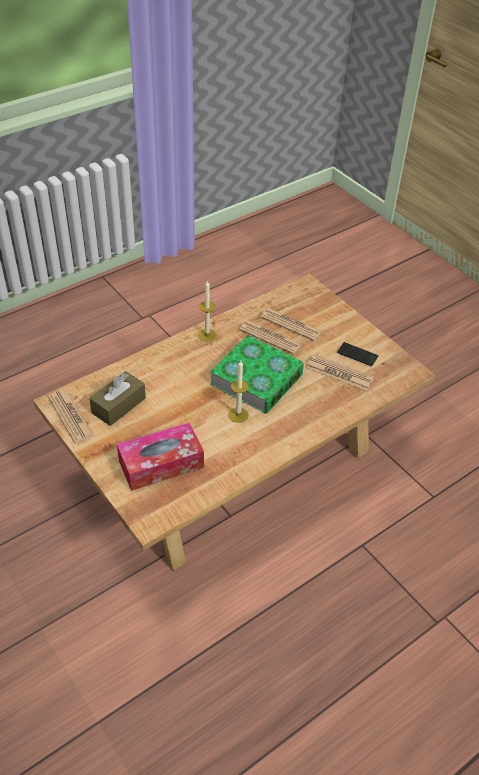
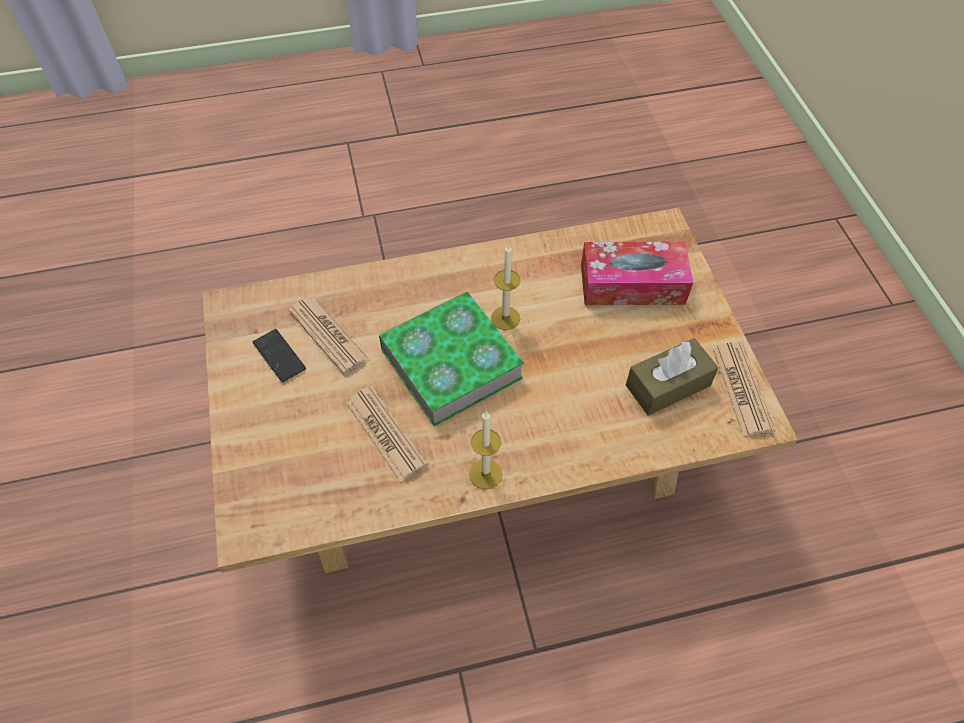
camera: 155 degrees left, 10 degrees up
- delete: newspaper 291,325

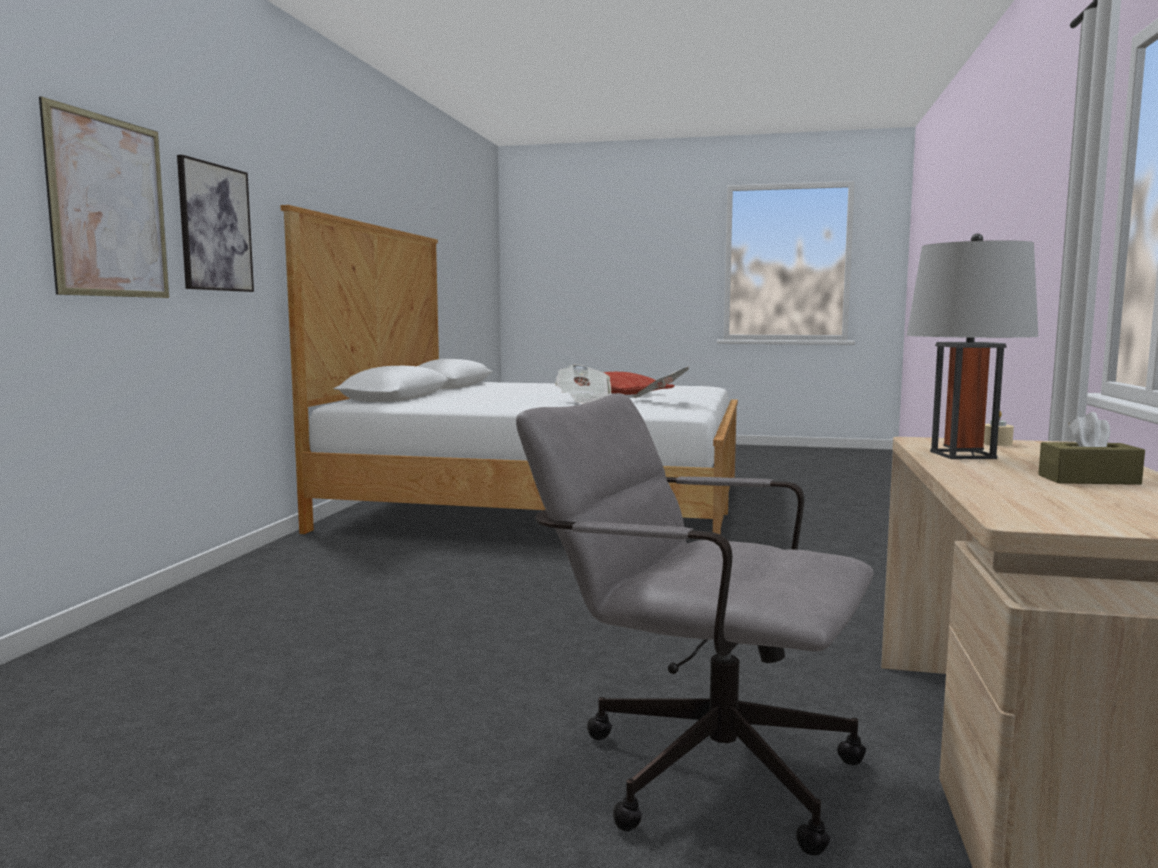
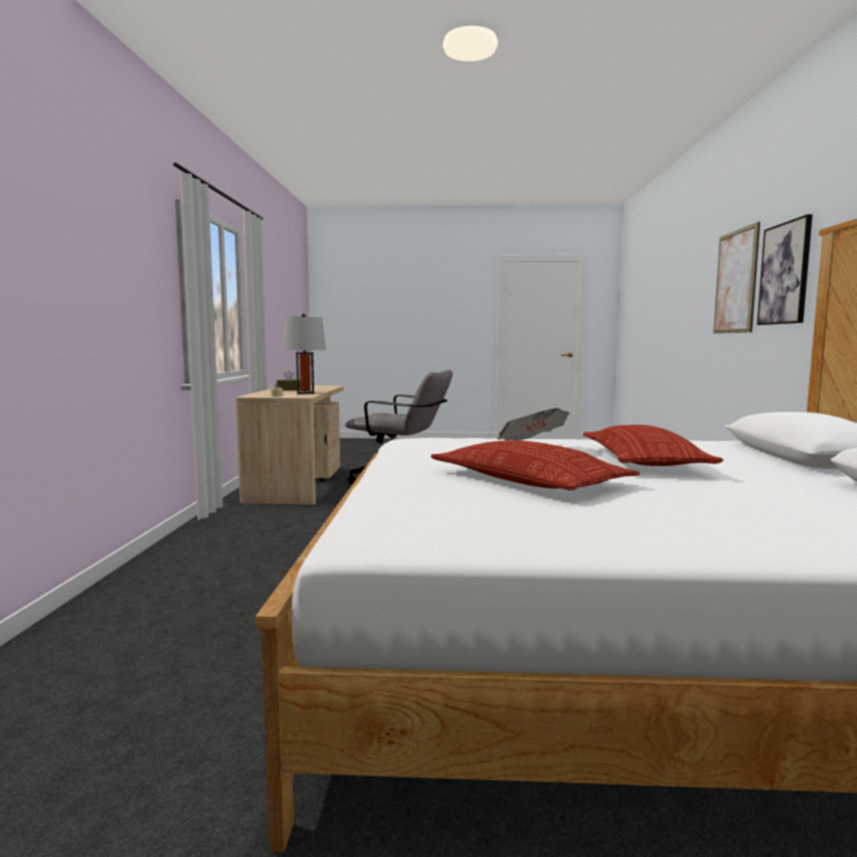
camera: 170 degrees right, 0 degrees up
- delete: newspaper 659,399
- insert: pillow 643,460

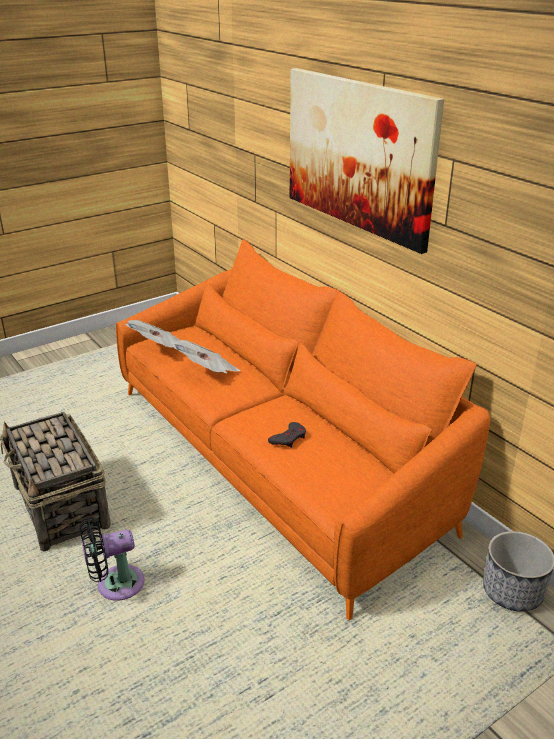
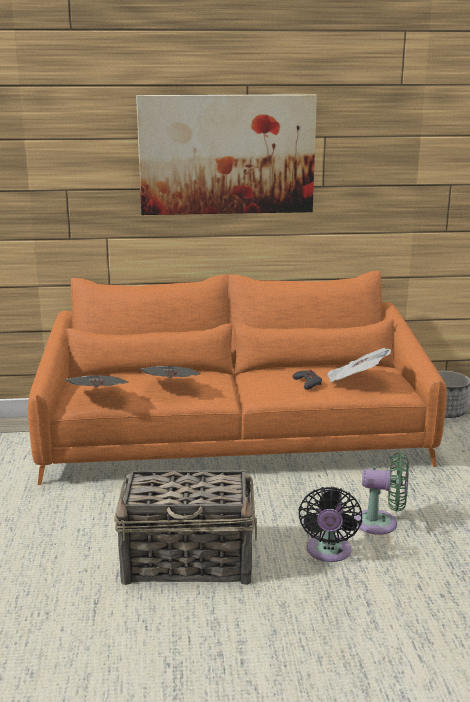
camera: 60 degrees left, 10 degrees down
- insert: newspaper 355,380
- insert: green fan 381,524

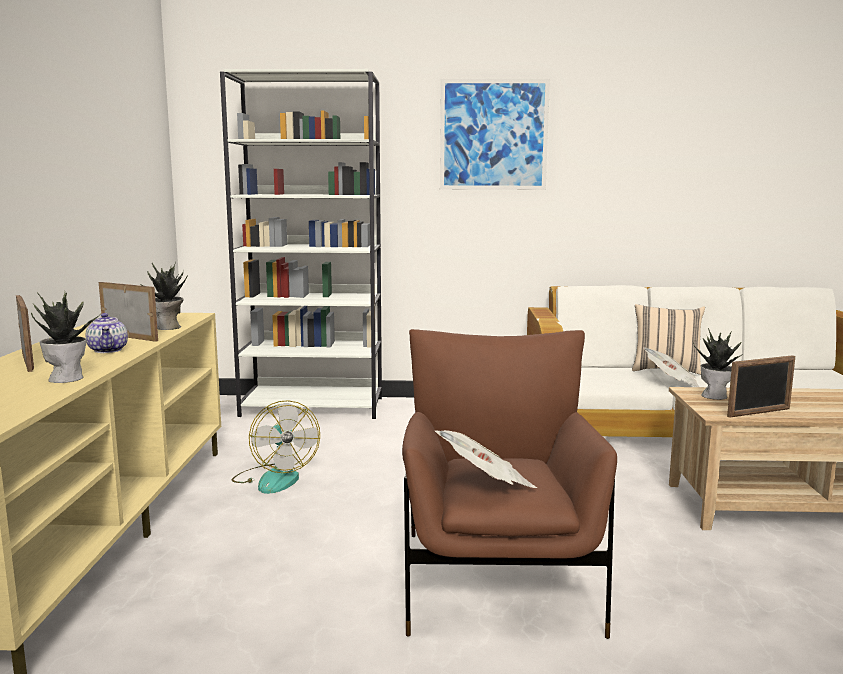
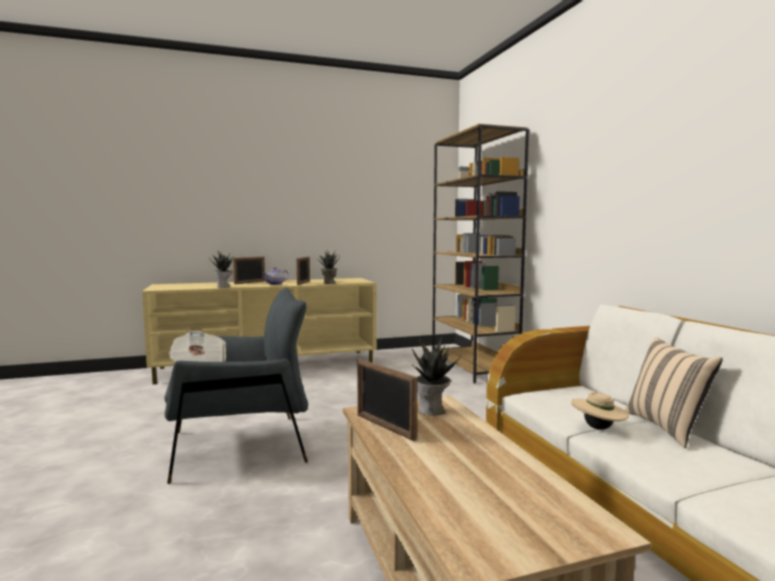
camera: 70 degrees right, 5 degrees down
- recolor: white bookcase 313,407 to brown bookcase 473,367
- delete: fan 275,478
- recolor: brown armchair 498,579 to grey armchair 240,446
- delete: picture 493,135
- replace: newspaper 671,382 to beige hat 598,428

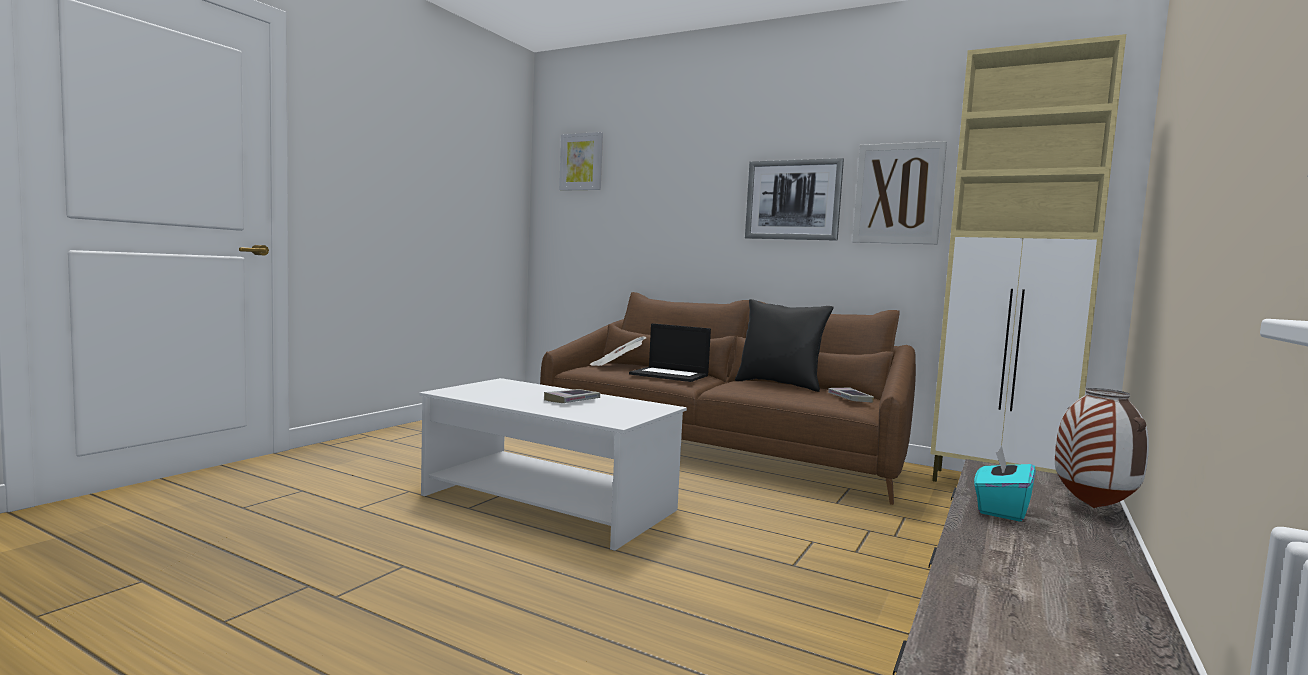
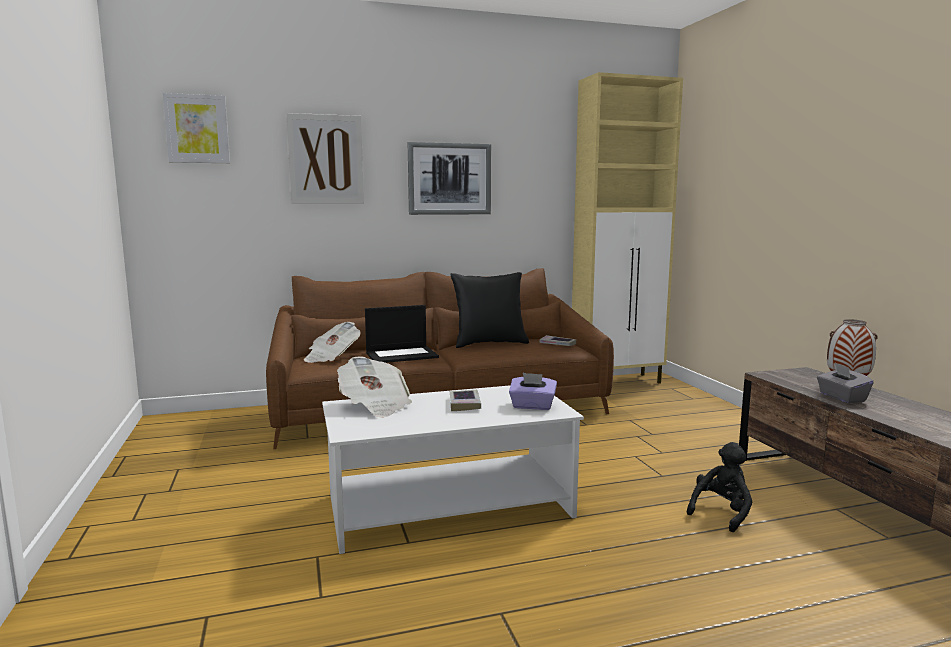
camera: 45 degrees left, 5 degrees up
- move: picture 898,193 to 326,159
- recolor: turquoise tissue box 1001,509 to grey tissue box 841,398
- insert: newspaper 375,406
- insert: purple tissue box 532,406
- insert: black plush toy 721,512

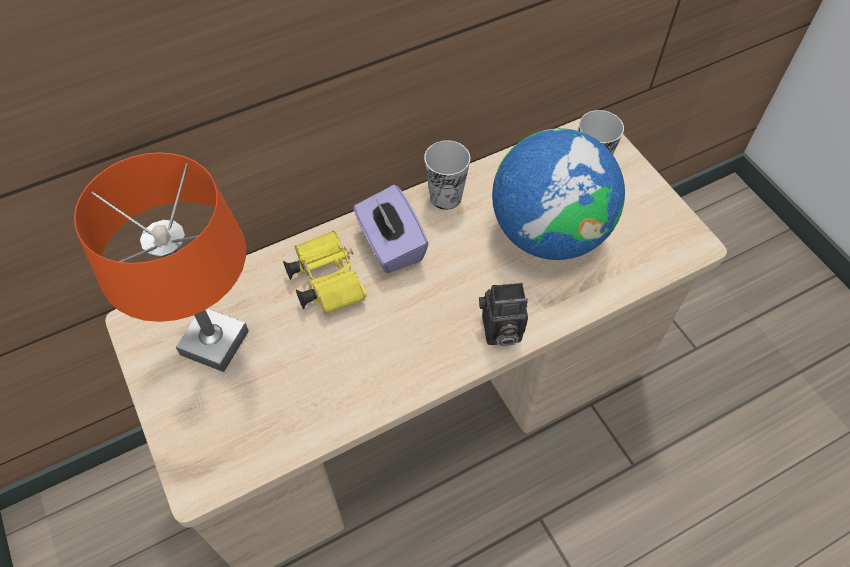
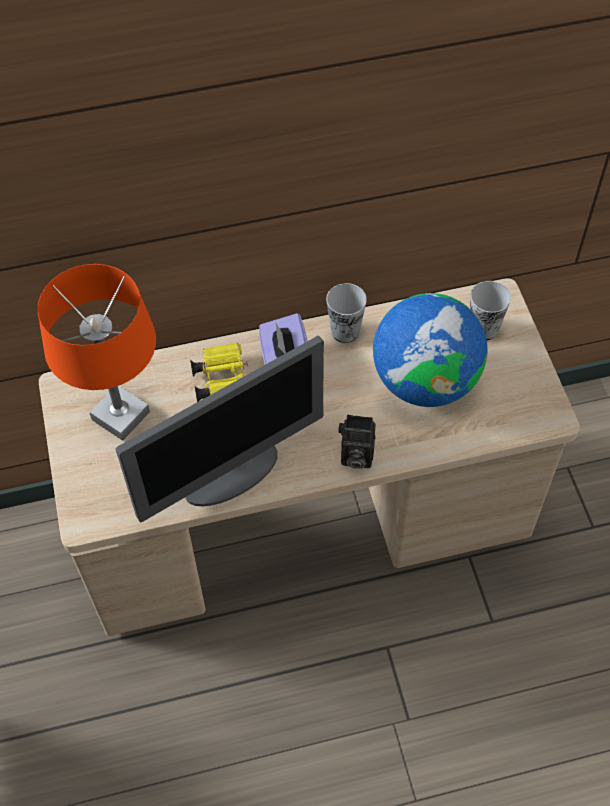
camera: 15 degrees right, 0 degrees up
- insert: monitor 232,474

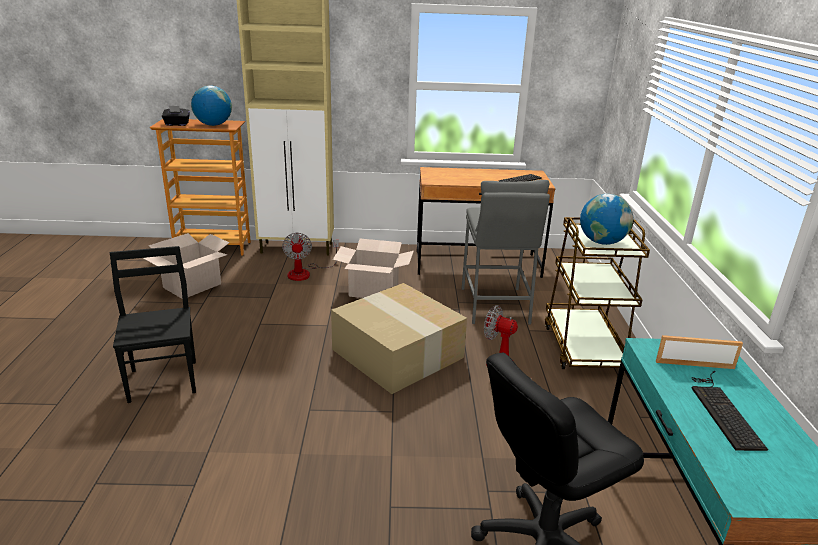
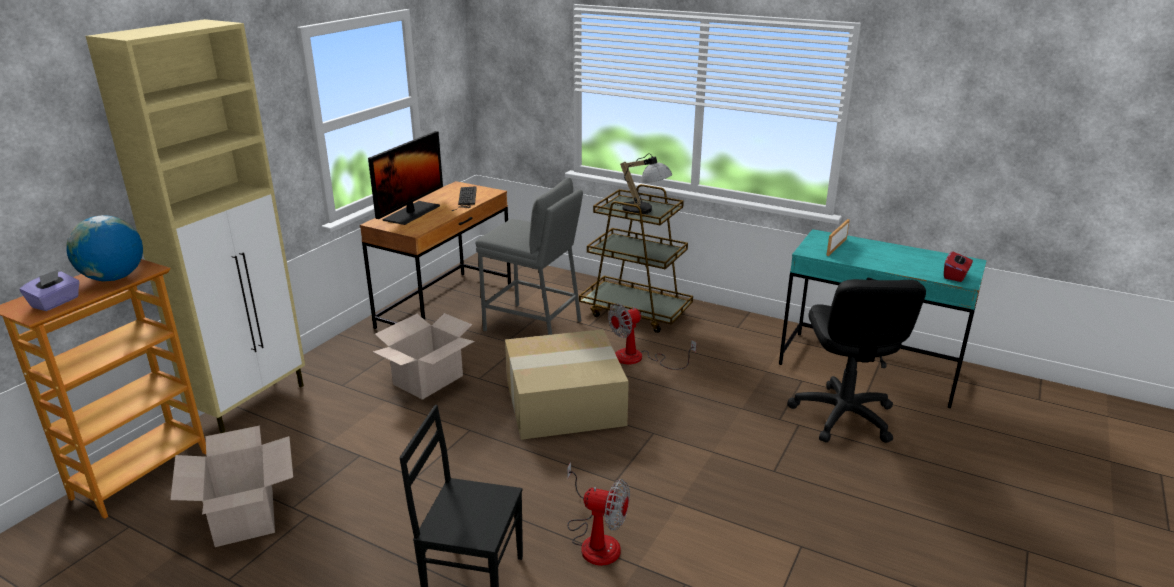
camera: 60 degrees left, 0 degrees up
- recolor: black tissue box 177,124 to purple tissue box 56,303
- move: fan 305,273 to 595,540
- replace: globe 602,242 to table lamp 644,211
- delete: keyboard 722,409
- insert: monitor 412,213
- insert: red tissue box 955,276

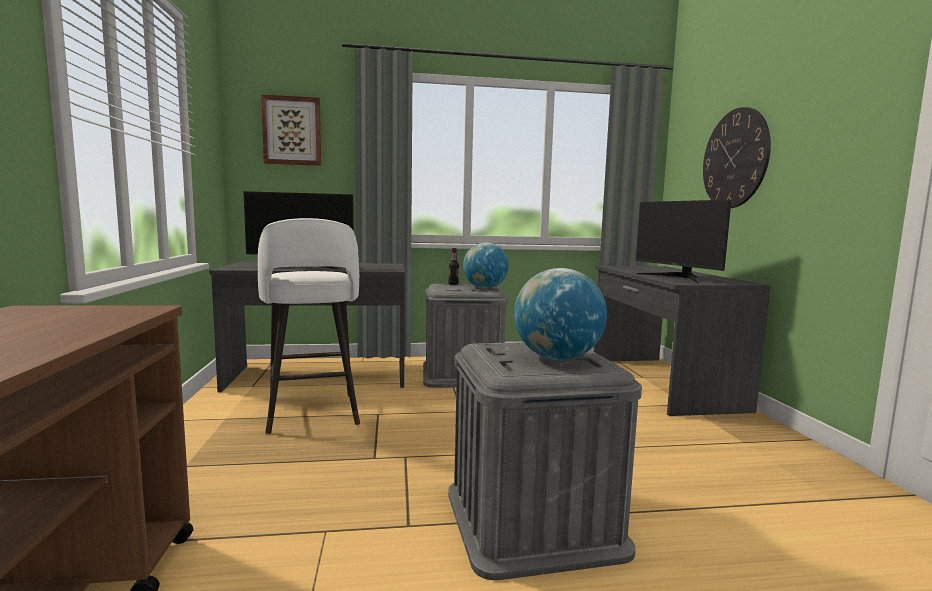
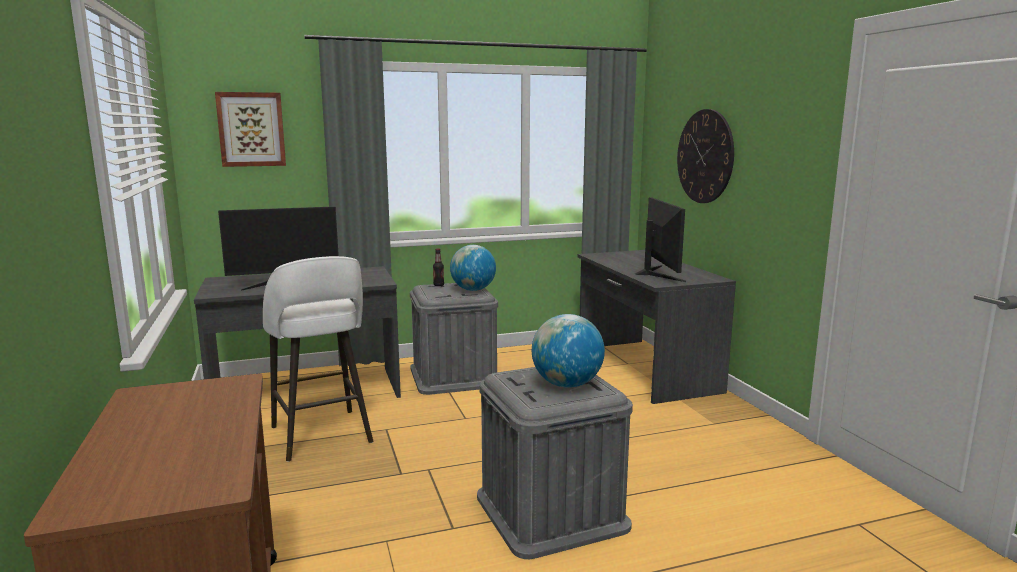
camera: 10 degrees left, 5 degrees up
- rotate: monitor 678,277 = 657,273 150 degrees counterclockwise

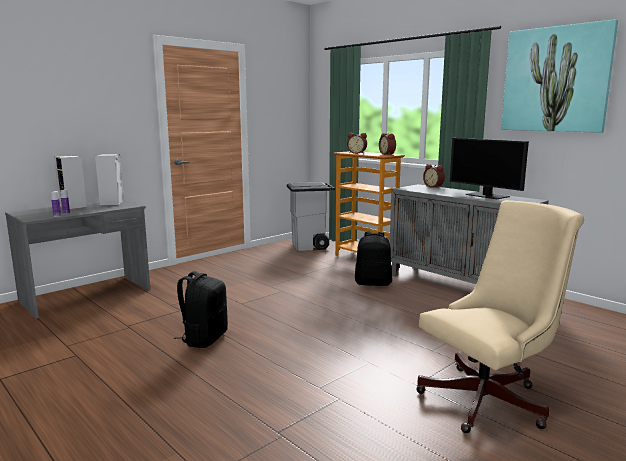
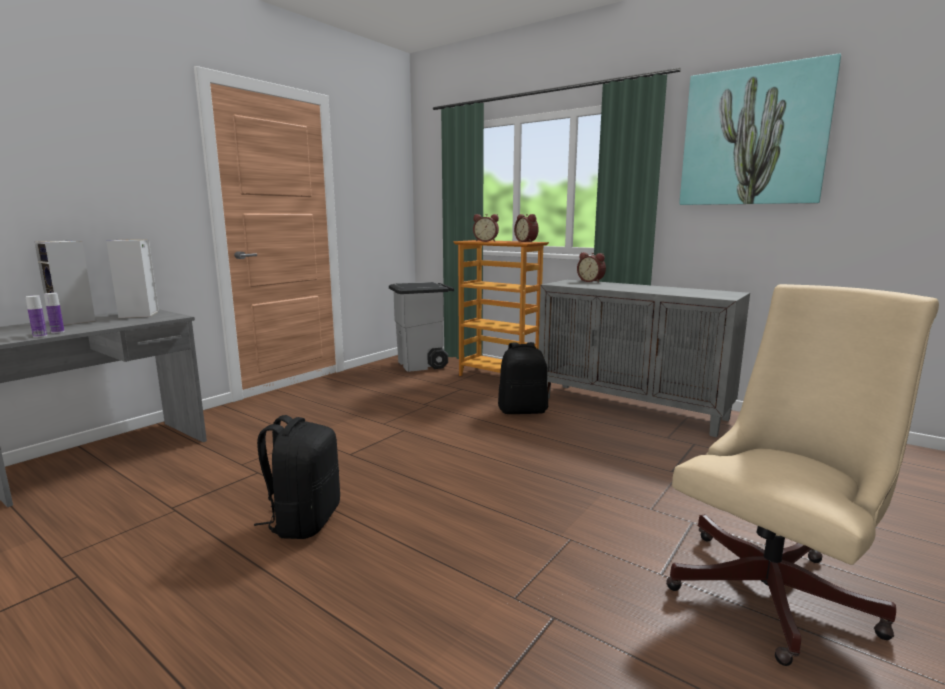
camera: 10 degrees left, 0 degrees up
- delete: monitor 487,196

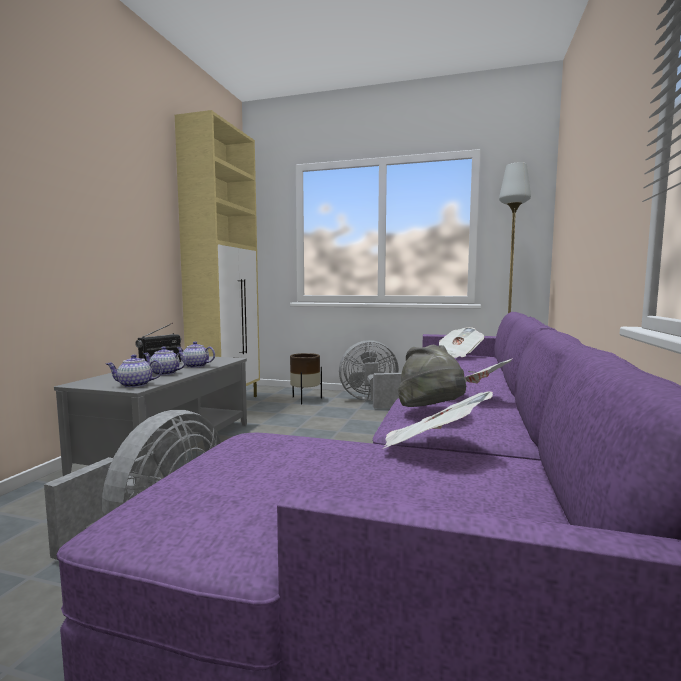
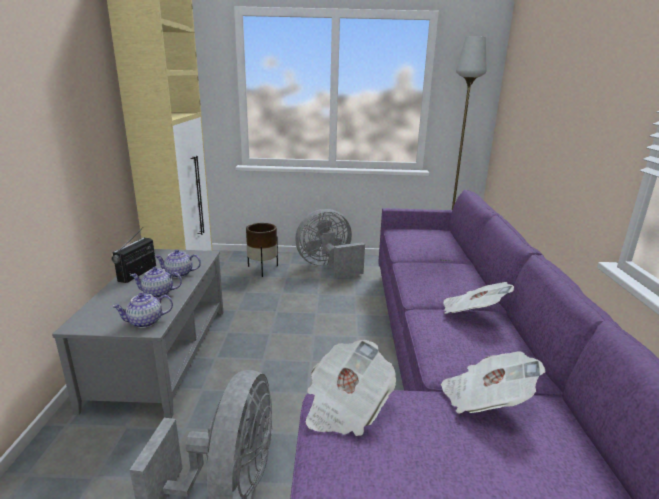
camera: 15 degrees left, 15 degrees up
- delete: grey hat 432,412
- move: newspaper 457,356 to 345,407

